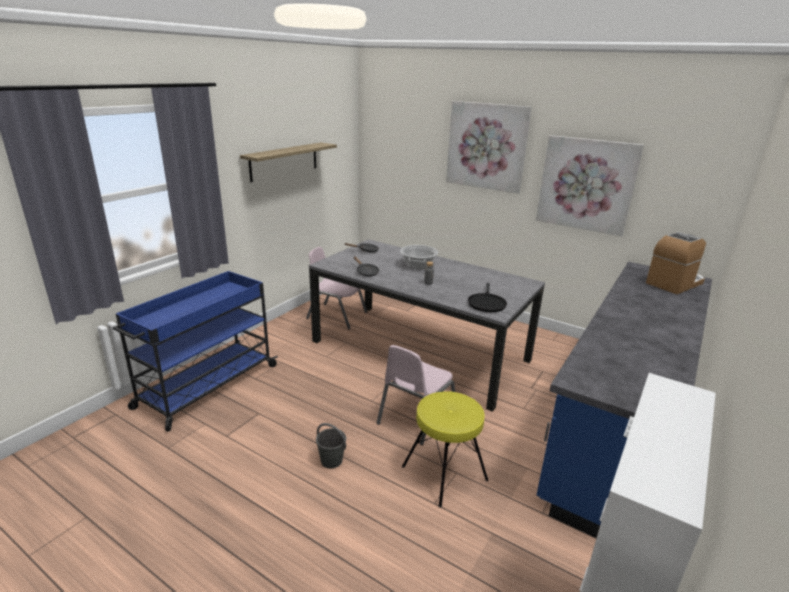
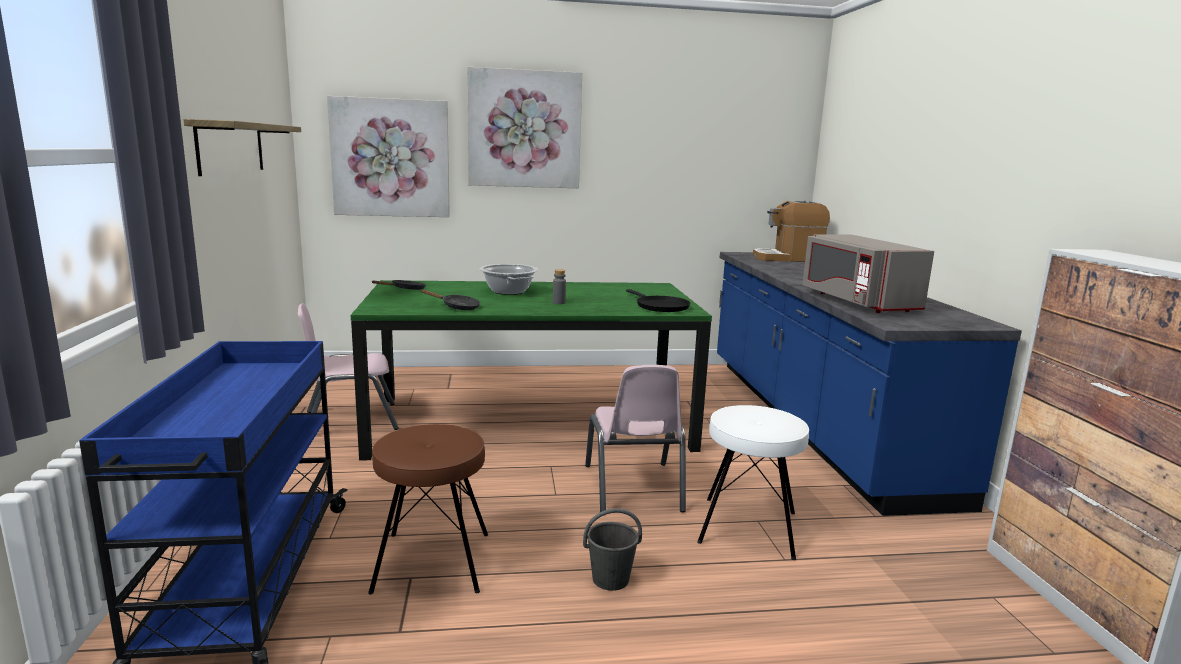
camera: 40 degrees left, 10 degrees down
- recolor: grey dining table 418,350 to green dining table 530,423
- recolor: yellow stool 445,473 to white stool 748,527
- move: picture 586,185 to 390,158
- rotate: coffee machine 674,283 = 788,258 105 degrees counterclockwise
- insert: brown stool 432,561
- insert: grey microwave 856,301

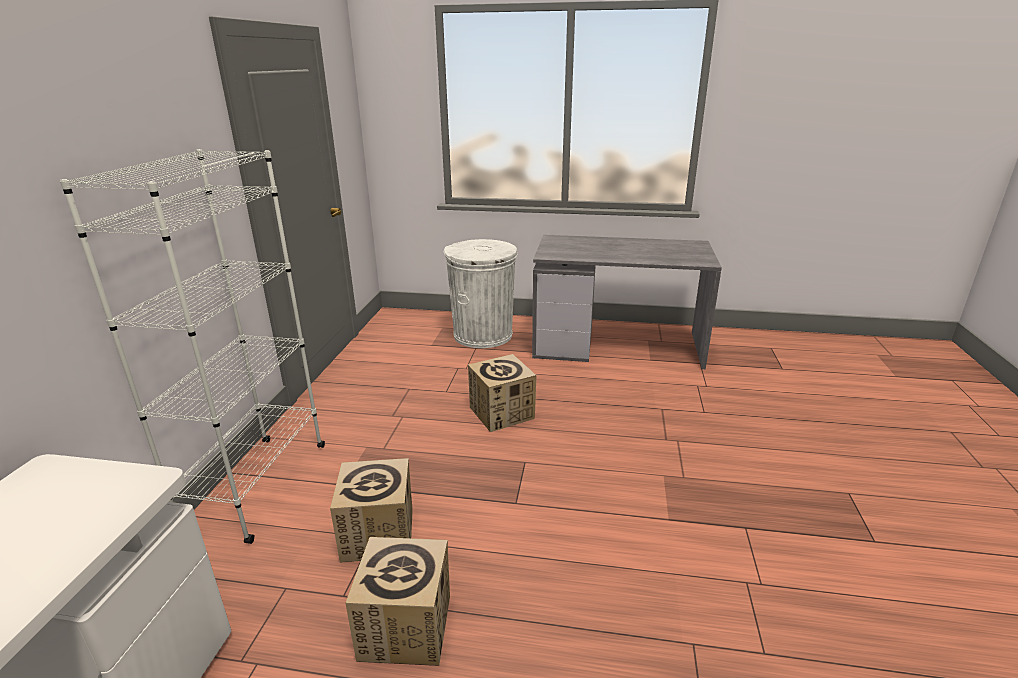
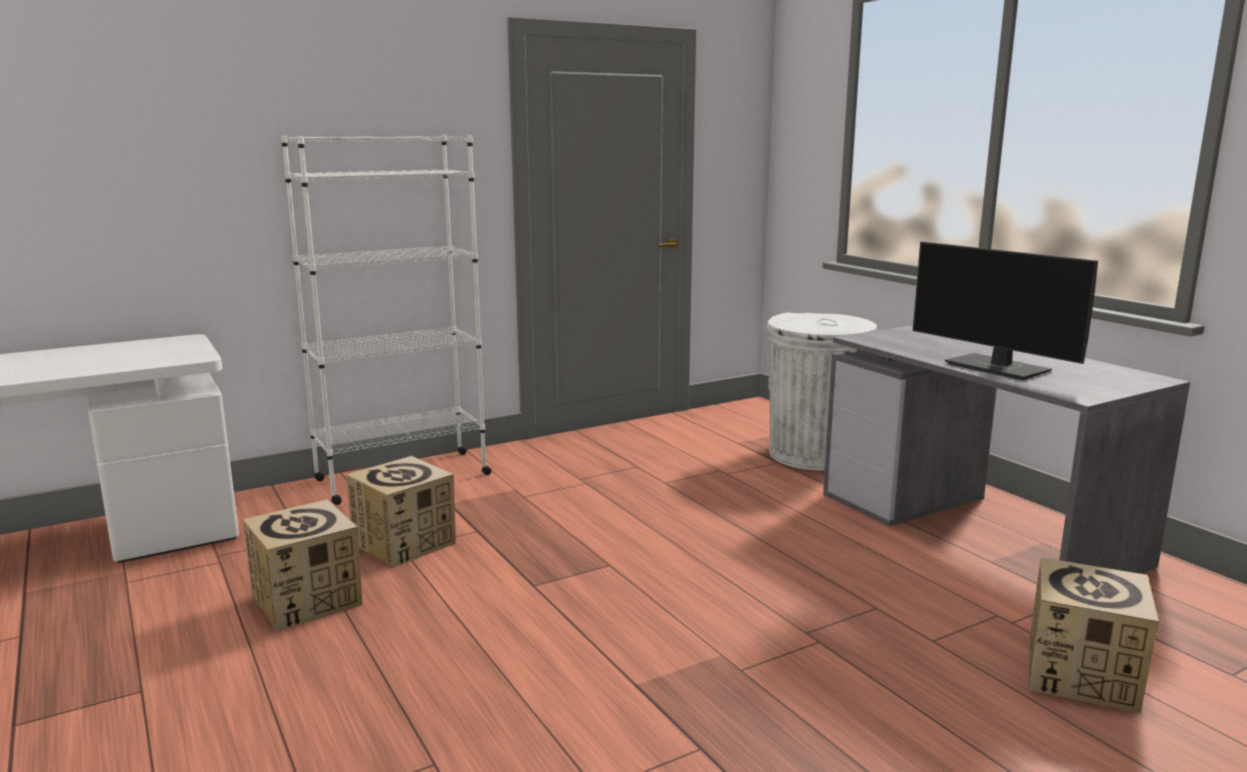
camera: 50 degrees right, 10 degrees down
- move: cardboard box 502,413 to 1082,675
- insert: monitor 999,368

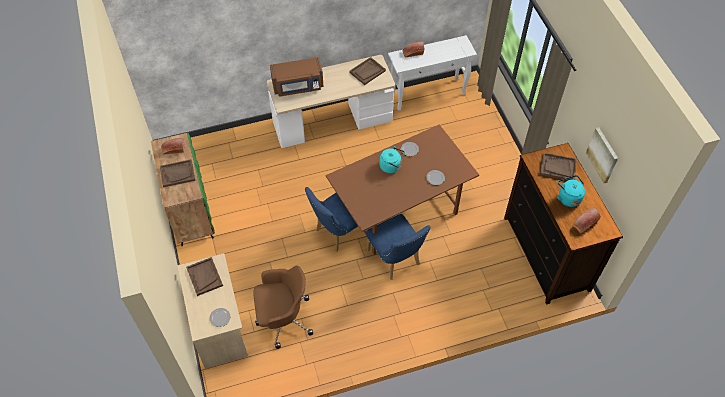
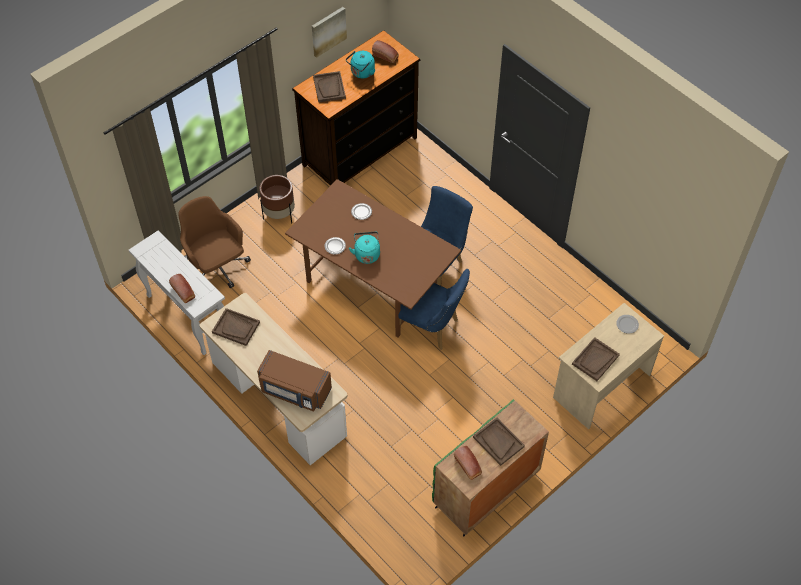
camera: 115 degrees left, 0 degrees up
- move: brown office chair 283,319 to 216,269
- rotate: brown microwave 298,86 = 295,390 150 degrees clockwise
- insert: brown planter 279,214

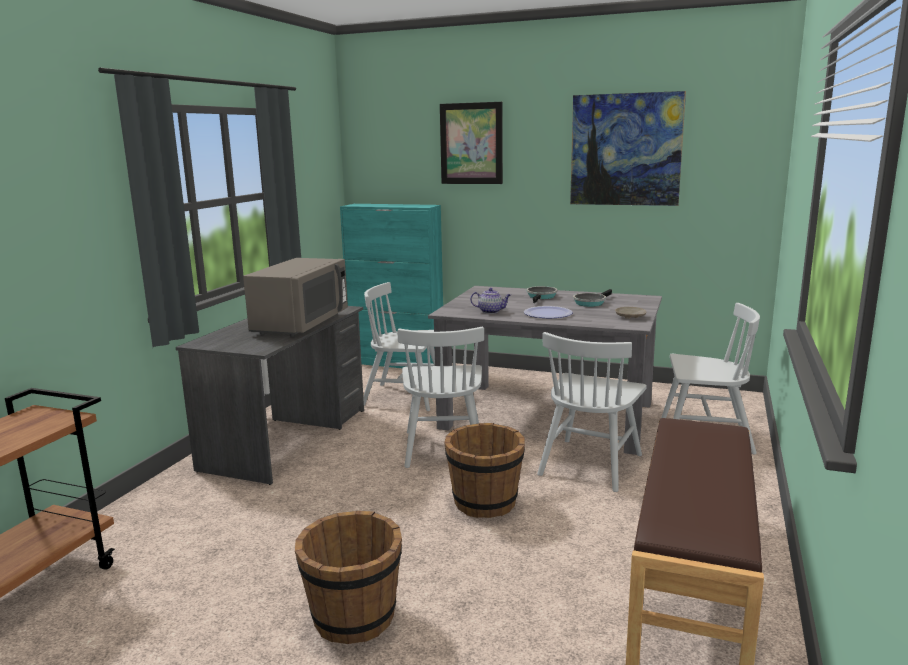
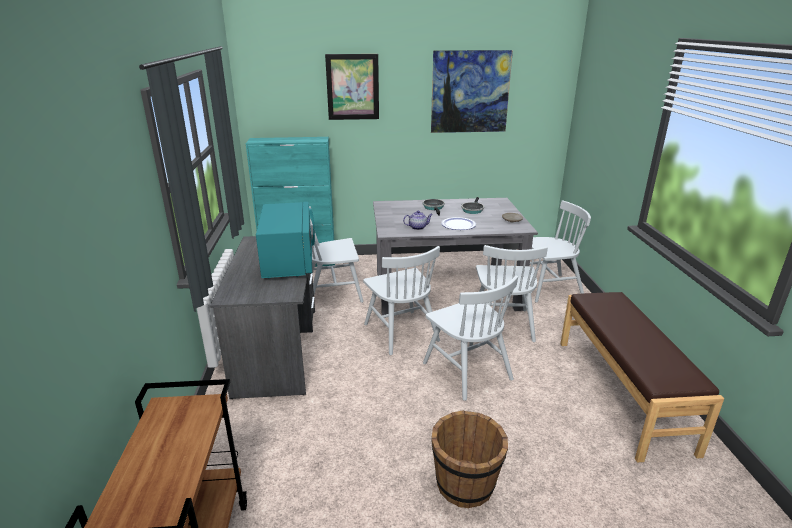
camera: 25 degrees left, 10 degrees up
- recolor: grey microwave 301,324 to turquoise microwave 288,261
- replace: brown bucket 485,503 to white chair 467,370

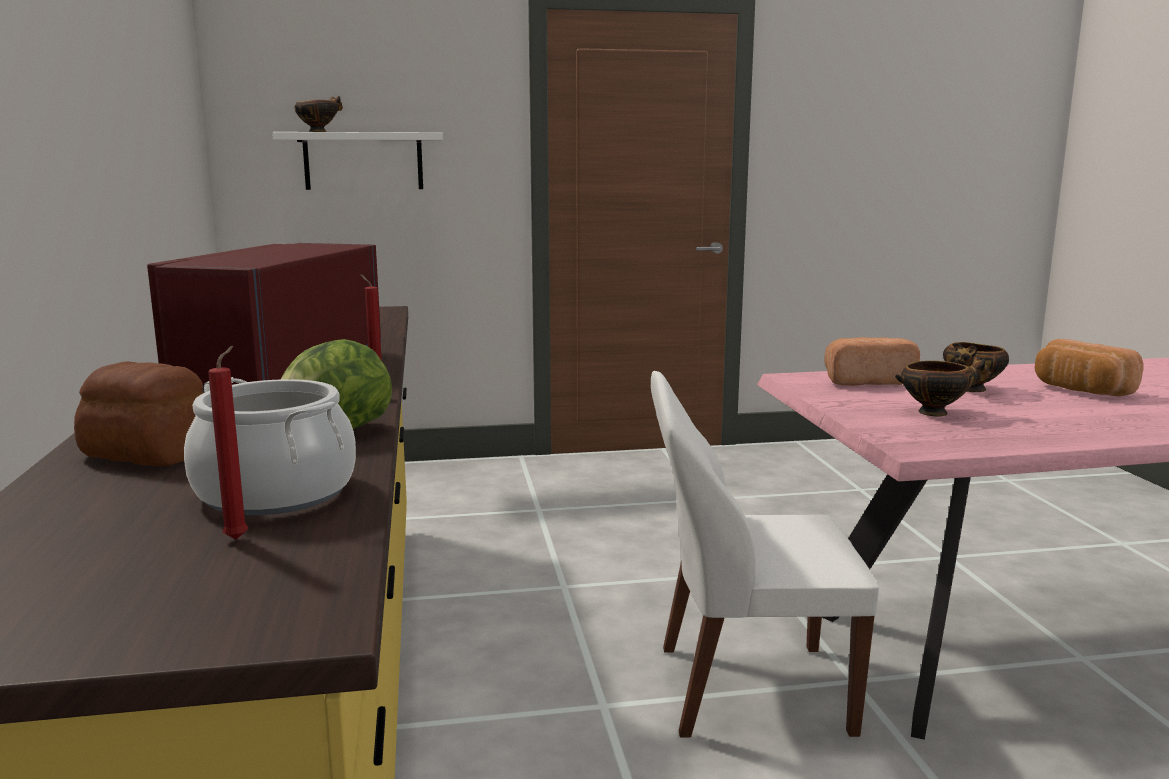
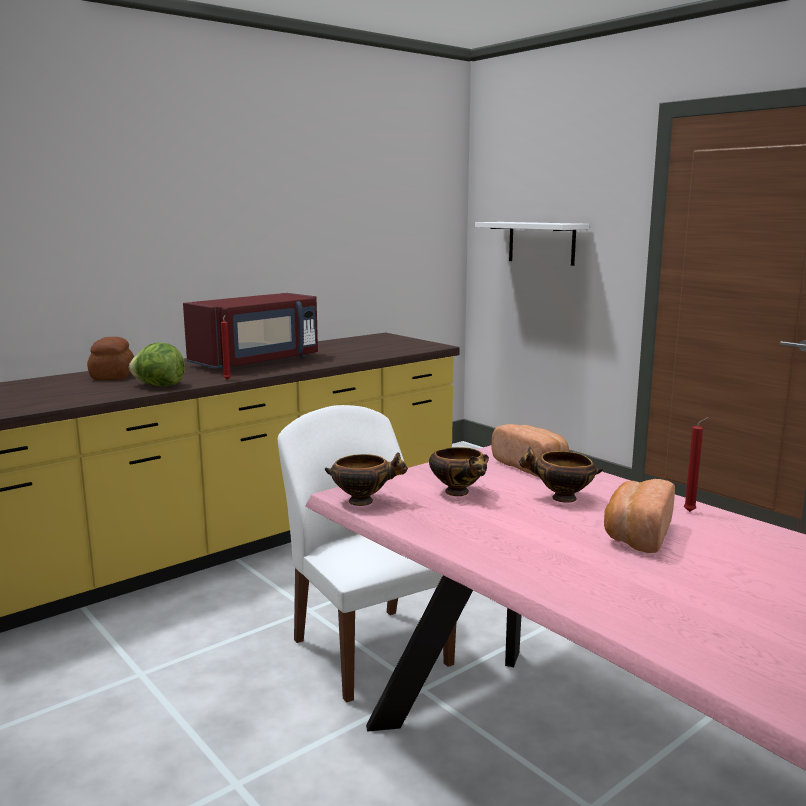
camera: 60 degrees right, 0 degrees up
- rotate: red microwave 277,371 = 258,361 150 degrees clockwise
- delete: cooking pot 276,492
- move: red candle 239,538 to 691,511
- move: bowl 319,132 to 364,501

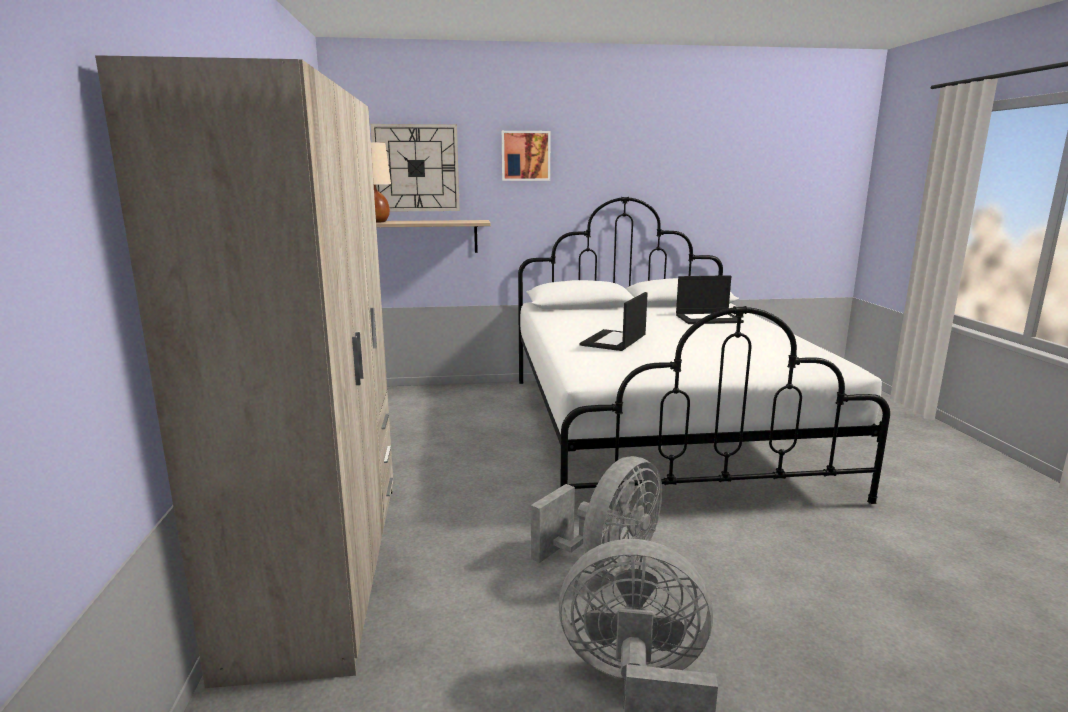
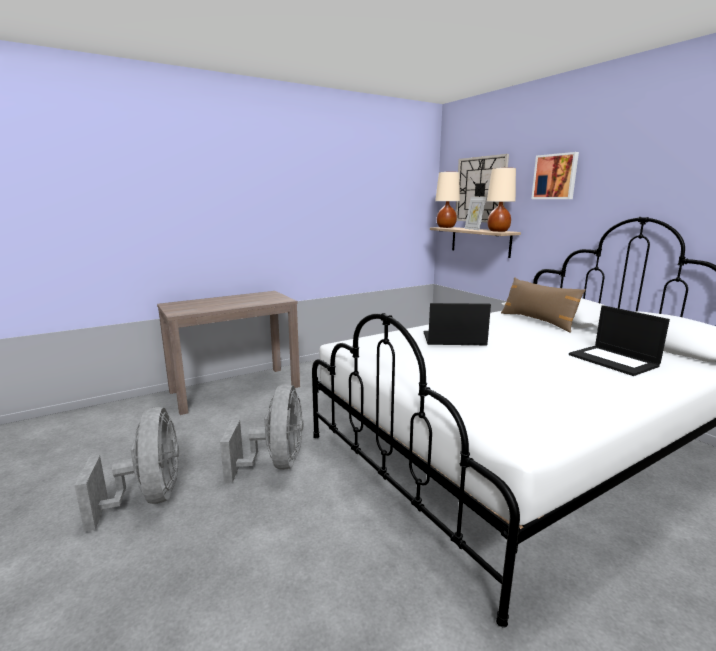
camera: 65 degrees right, 0 degrees up
- replace: beige wardrobe 322,566 to brown console table 236,389
- rotate: grey fan 606,563 = 275,464 105 degrees counterclockwise
- insert: picture frame 473,229
- insert: beige table lamp 498,231
- insert: brown pillow 537,321

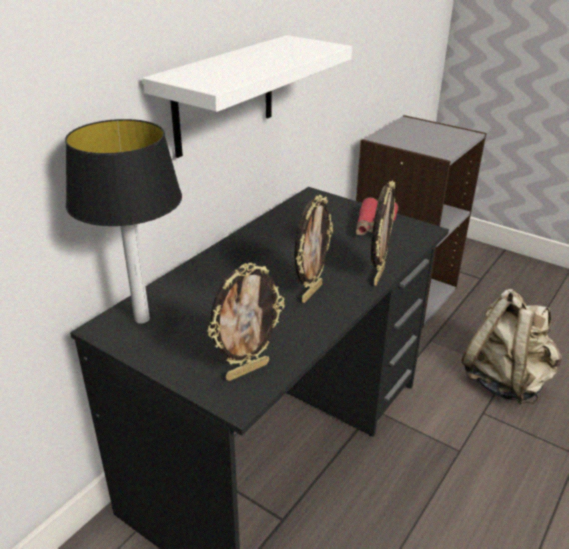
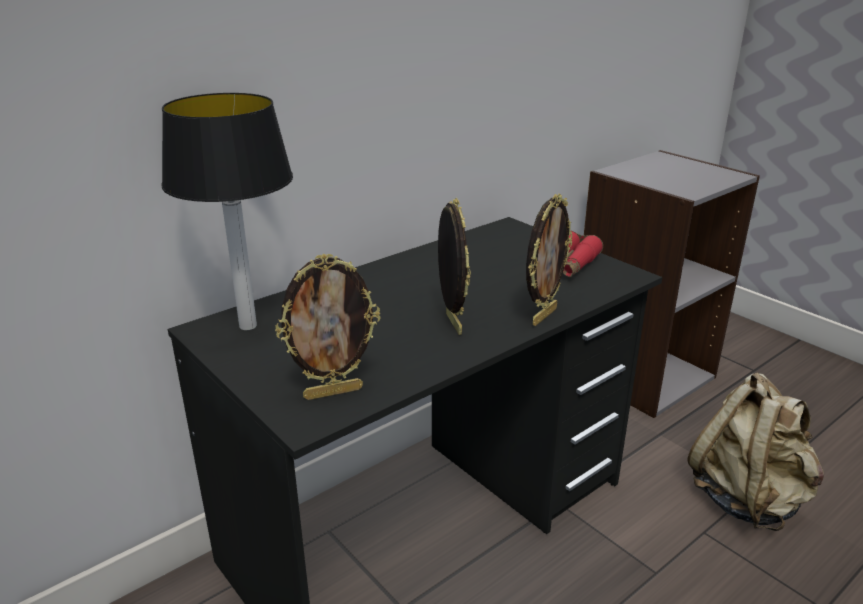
camera: 15 degrees right, 5 degrees down
- delete: white shelf 224,95
- rotate: picture frame 310,292 = 451,323 60 degrees counterclockwise

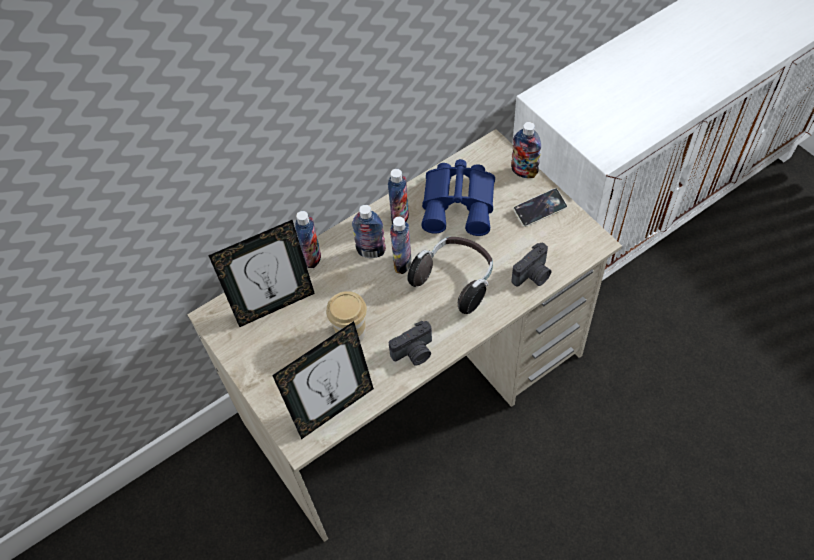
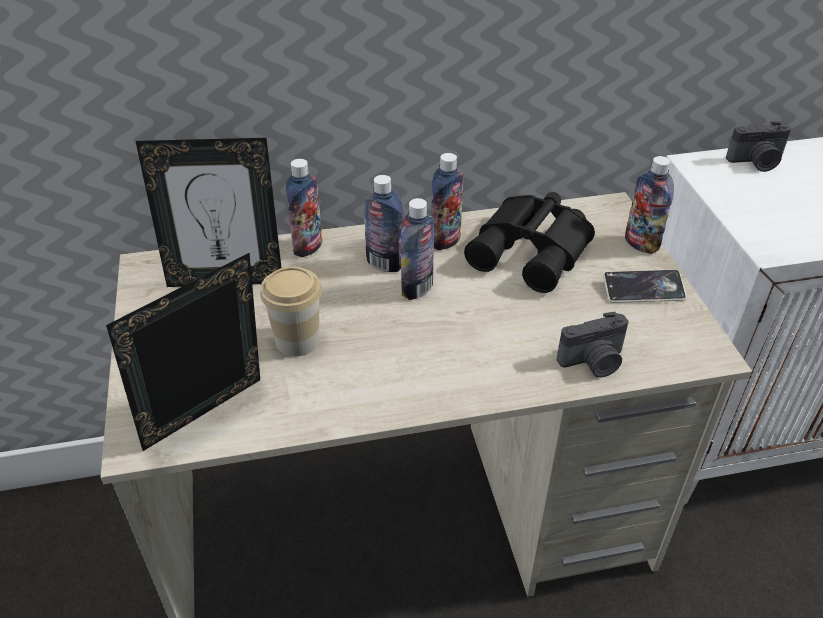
camera: 20 degrees right, 15 degrees down
- rotate: picture frame 333,408 = 210,420 150 degrees clockwise
- move: photo camera 414,353 to 756,162
- delete: headphones 455,280
- recolor: blue binoculars 460,203 to black binoculars 534,250

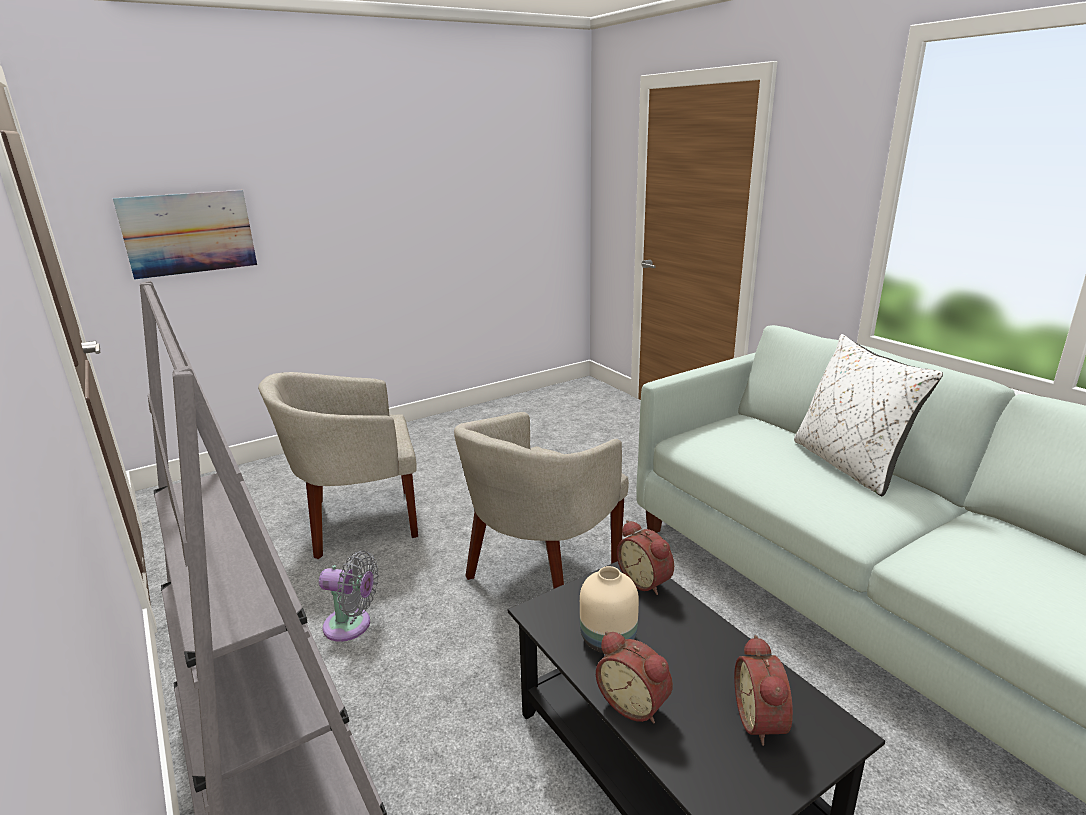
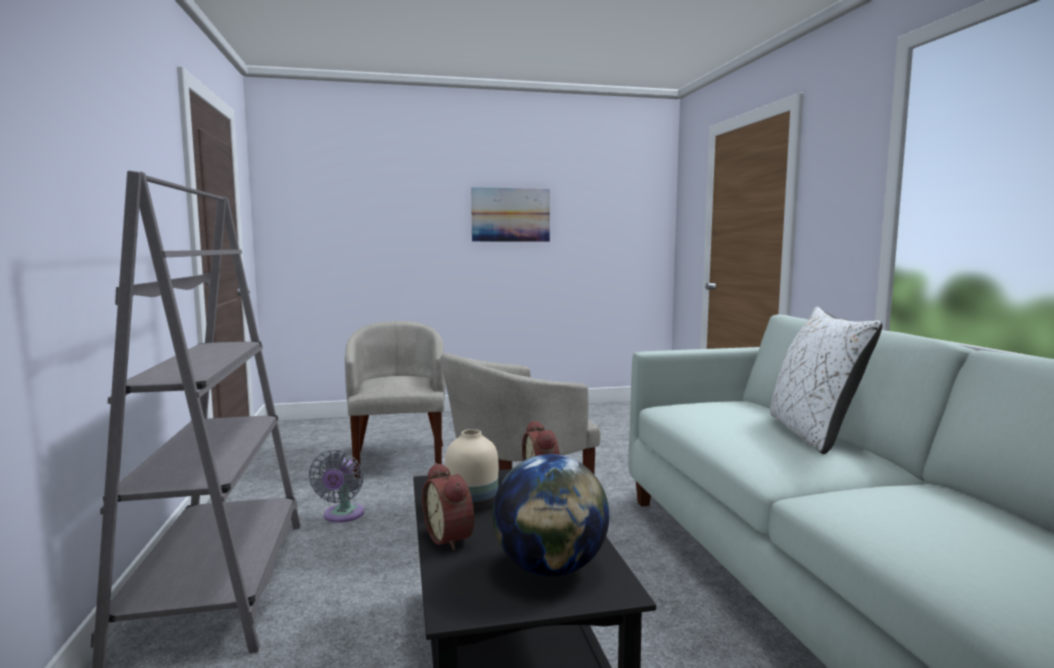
camera: 20 degrees right, 15 degrees down
- move: picture 189,233 to 510,215
- rotate: beige armchair 358,521 = 399,459 75 degrees clockwise
- rotate: grey fan 352,626 = 342,516 60 degrees clockwise
- replace: alarm clock 763,720 to globe 550,568

